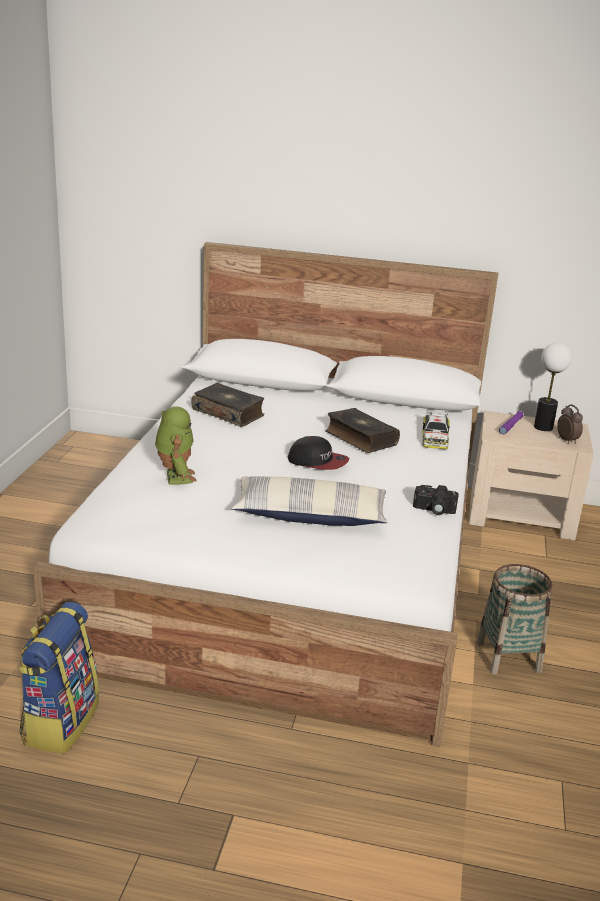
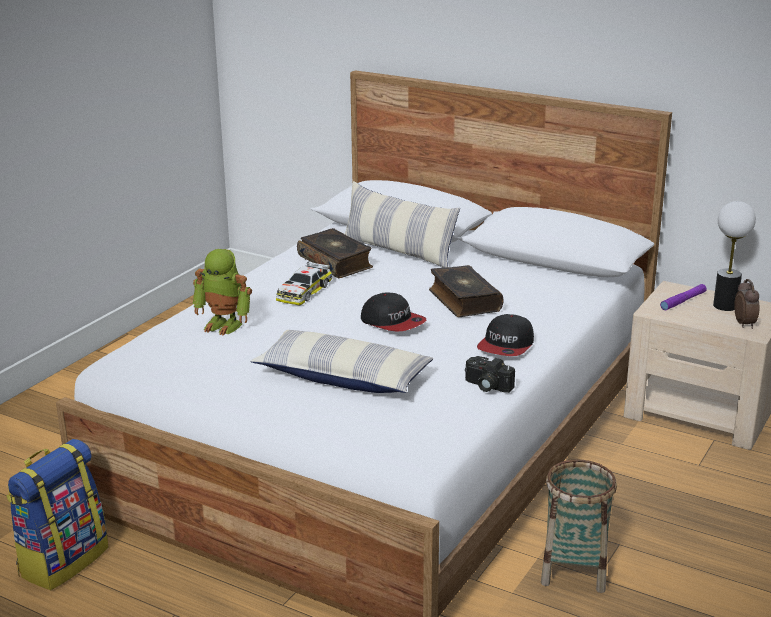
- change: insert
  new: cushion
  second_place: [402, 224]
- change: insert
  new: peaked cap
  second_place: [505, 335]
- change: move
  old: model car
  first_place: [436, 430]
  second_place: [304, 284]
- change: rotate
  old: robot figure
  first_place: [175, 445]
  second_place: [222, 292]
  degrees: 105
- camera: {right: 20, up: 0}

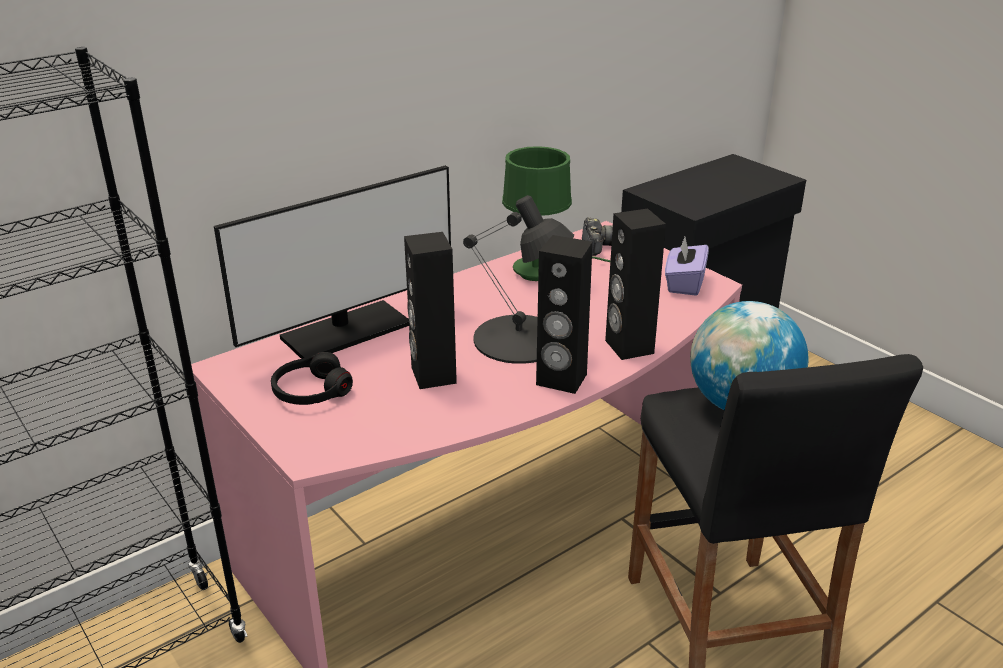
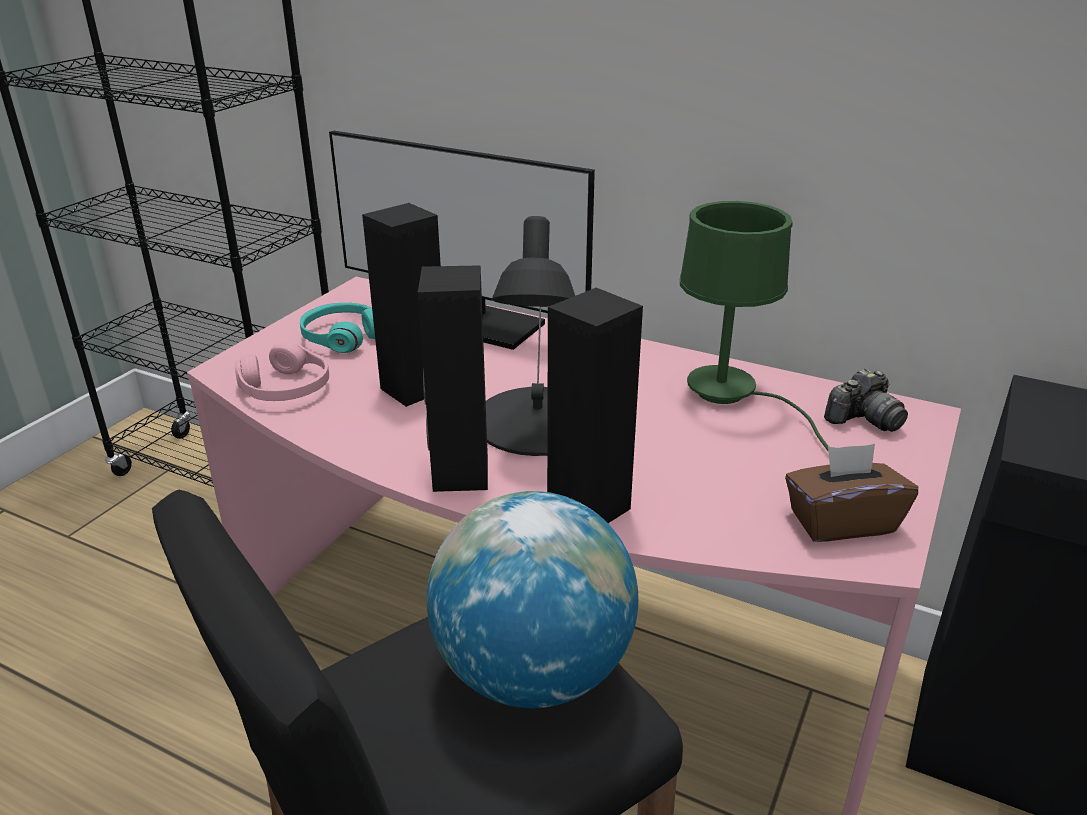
- change: insert
  new: pink-coloured pair of headphones
  second_place: [281, 371]
- change: recolor
  old: black pair of headphones
  new: blue-green pair of headphones
  first_place: [312, 378]
  second_place: [337, 328]
- change: recolor
  old: purplish tissue holder
  new: brown tissue holder
  first_place: [687, 266]
  second_place: [852, 493]
- camera: {right: 65, up: 0}

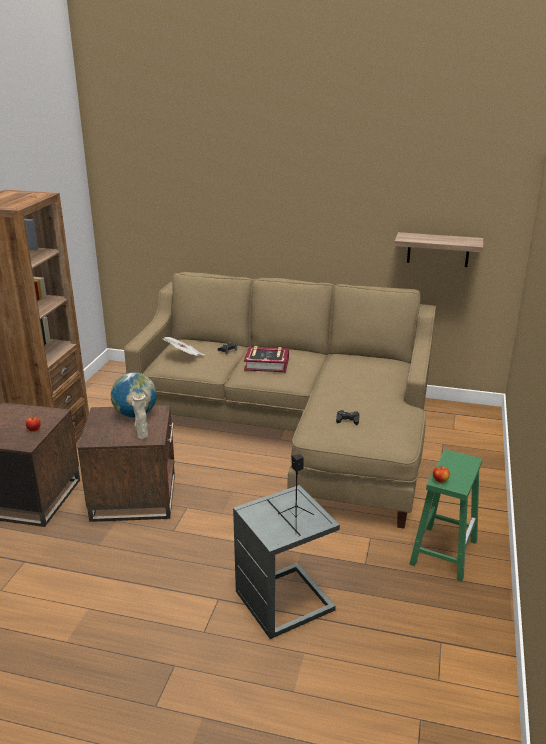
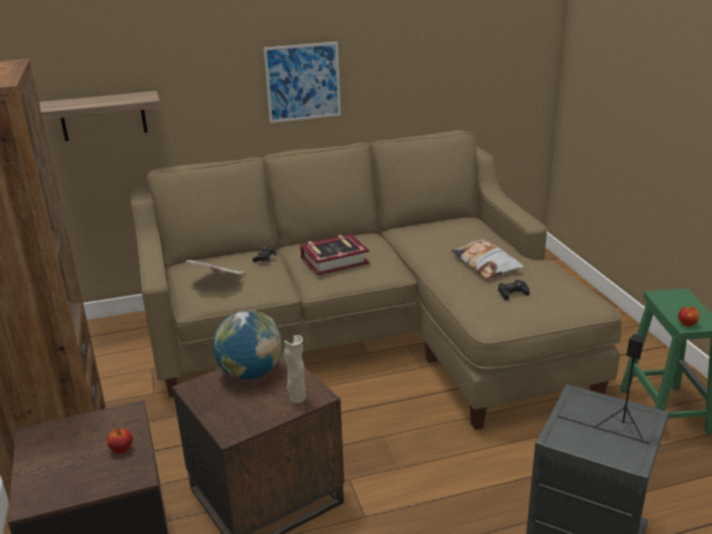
- change: insert
  new: picture
  second_place: [302, 82]
- change: insert
  new: cushion
  second_place: [487, 259]
- change: move
  old: shelf
  first_place: [438, 249]
  second_place: [100, 116]
- camera: {right: -30, up: 0}

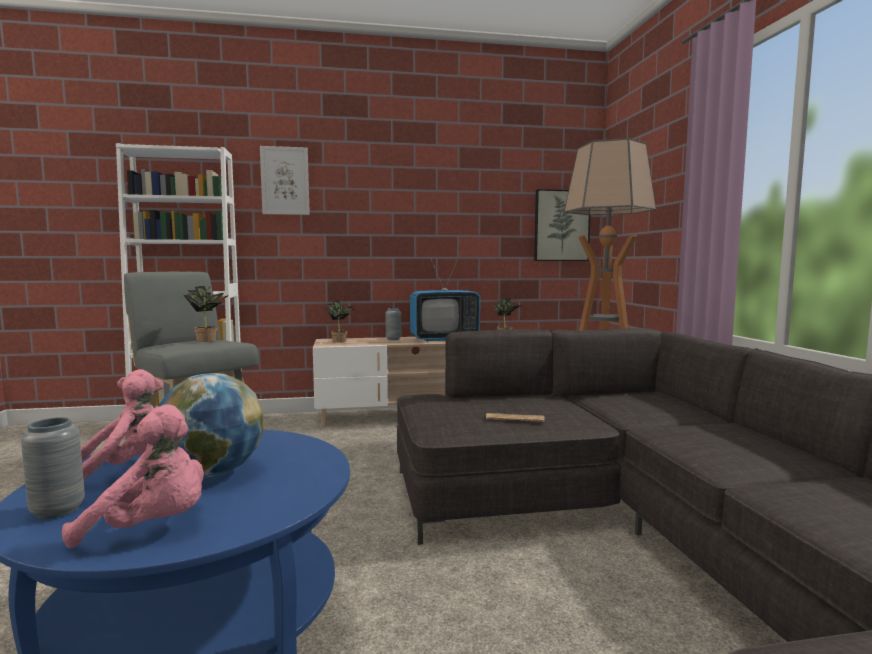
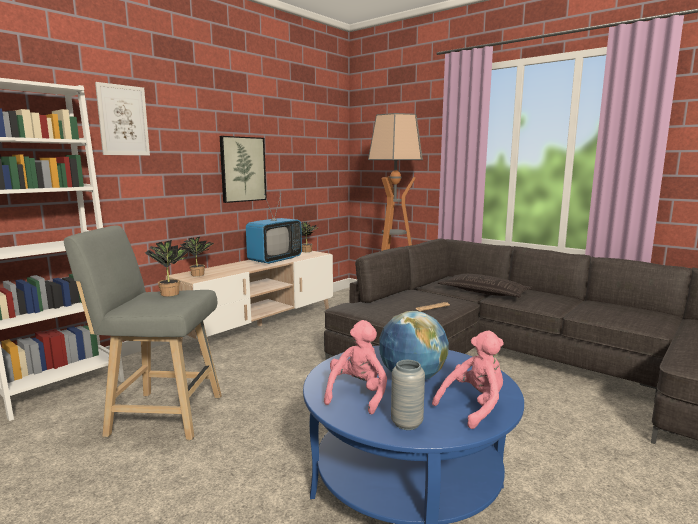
- change: delete
  old: greyish decorative vase
  first_place: [393, 324]
- change: insert
  new: cushion
  second_place: [485, 285]
- change: move
  old: picture
  first_place: [562, 225]
  second_place: [243, 169]
- camera: {right: -40, up: 5}

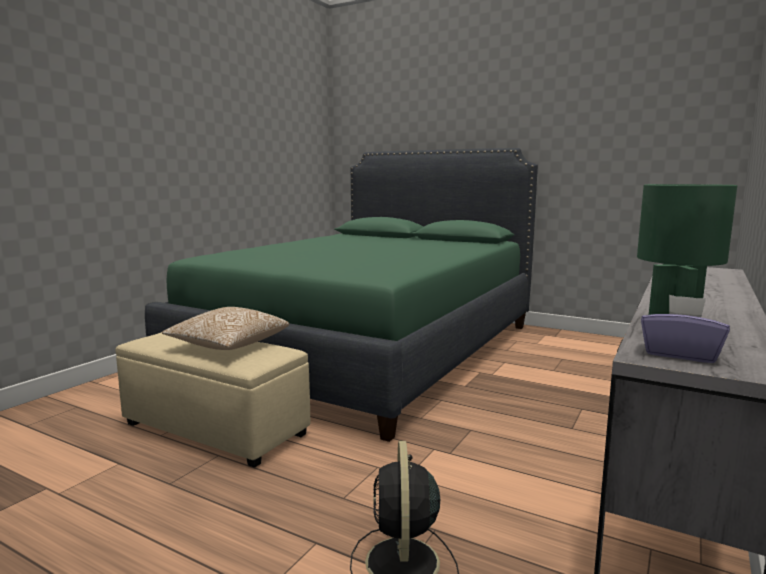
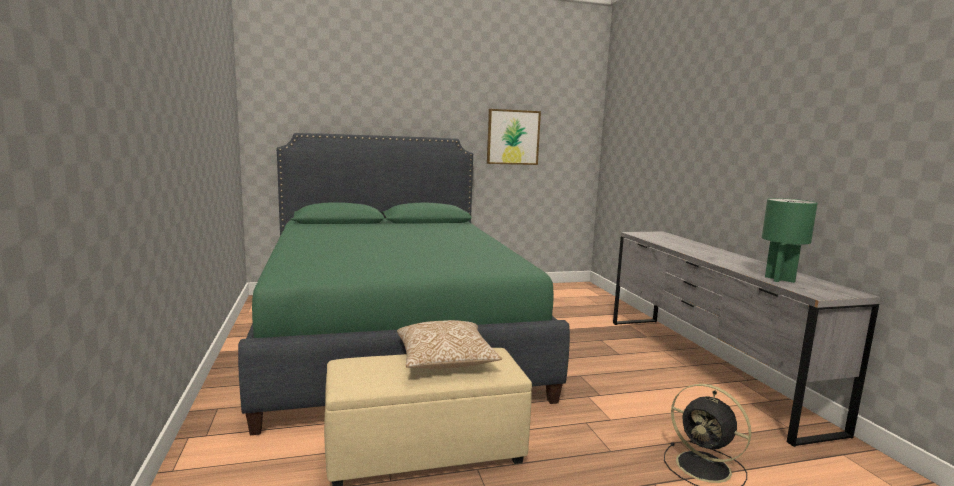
- change: delete
  old: purplish tissue holder
  first_place: [685, 329]
- change: insert
  new: picture
  second_place: [514, 137]
- camera: {right: -45, up: 0}

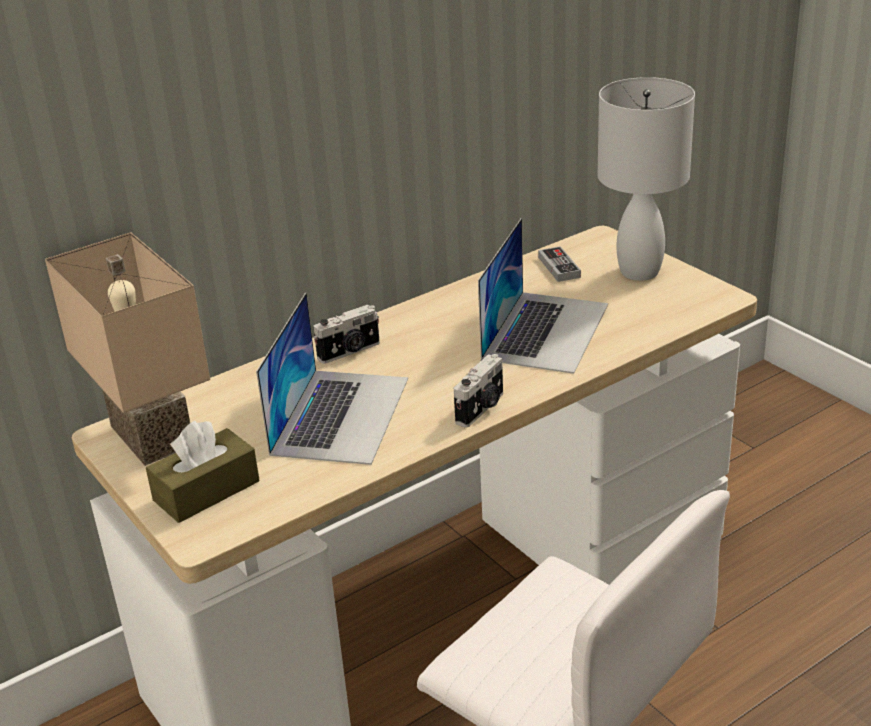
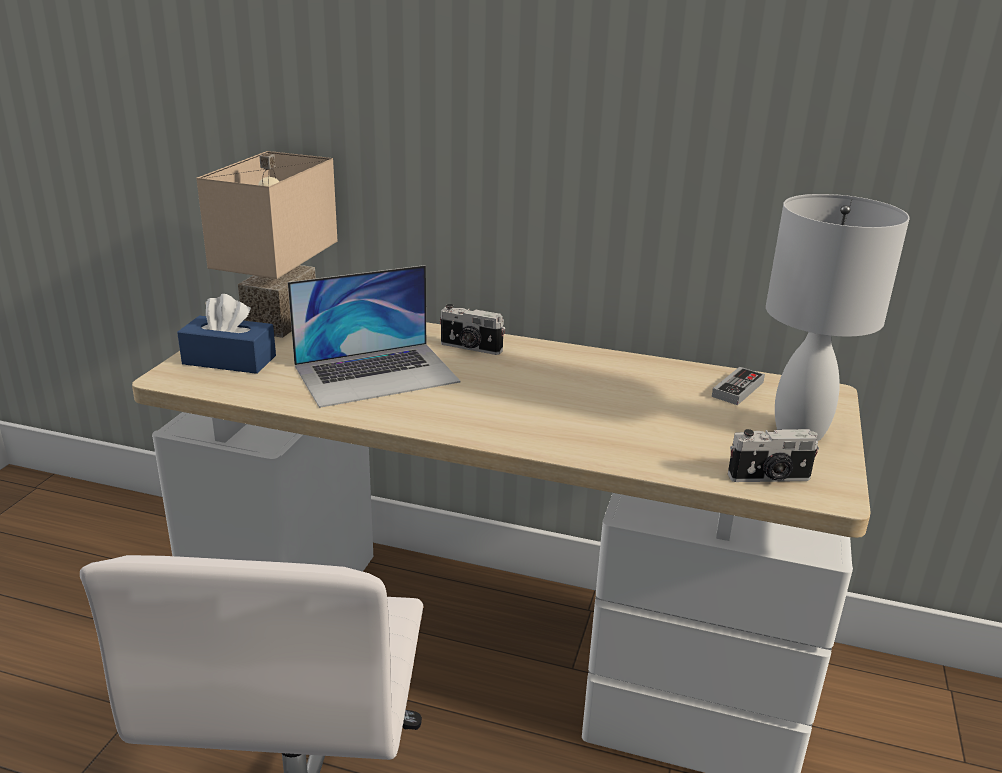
- change: delete
  old: notebook computer
  first_place: [543, 296]
- change: move
  old: still camera
  first_place: [478, 391]
  second_place: [773, 455]
- change: recolor
  old: brown tissue holder
  new: blue-coloured tissue holder
  first_place: [203, 472]
  second_place: [226, 334]
- camera: {right: 50, up: -5}

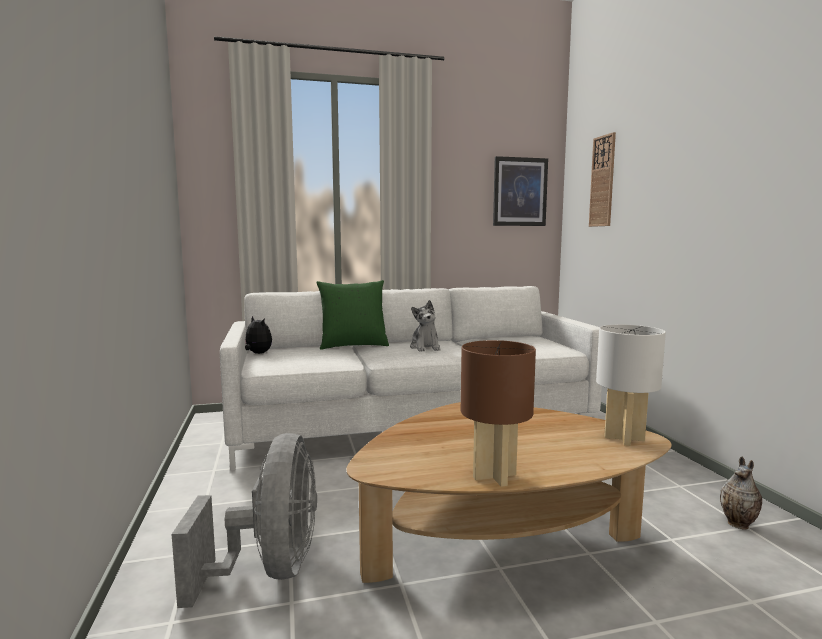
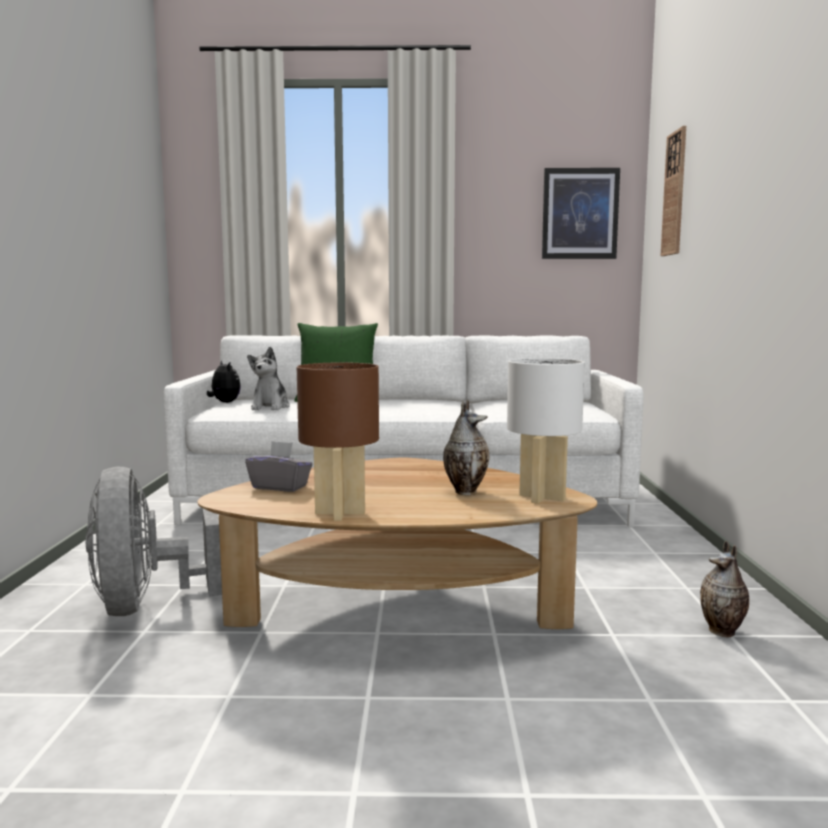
- change: insert
  new: greyish tissue holder
  second_place: [279, 466]
- change: insert
  new: decorative vase
  second_place: [466, 447]
- change: move
  old: cuddly toy
  first_place: [425, 325]
  second_place: [268, 378]
- change: rotate
  old: greyish fan
  first_place: [244, 520]
  second_place: [154, 541]
  degrees: 150
- camera: {right: 15, up: 0}

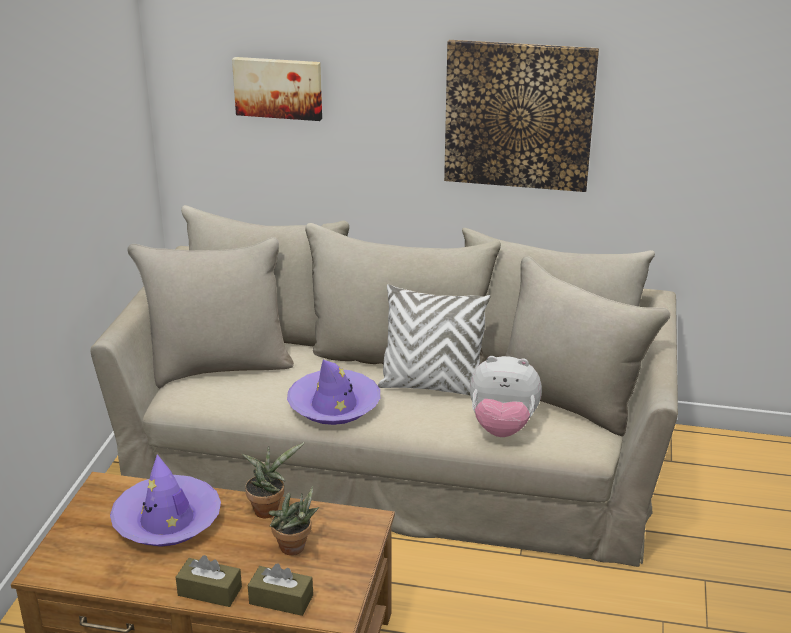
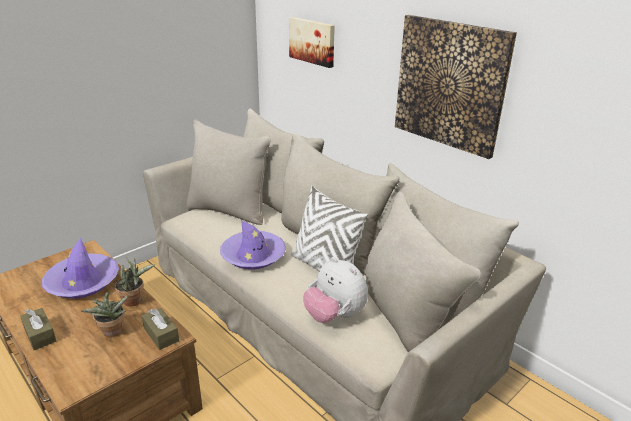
- change: move
  old: brown tissue holder
  first_place: [280, 590]
  second_place: [160, 329]
- camera: {right: 35, up: 0}

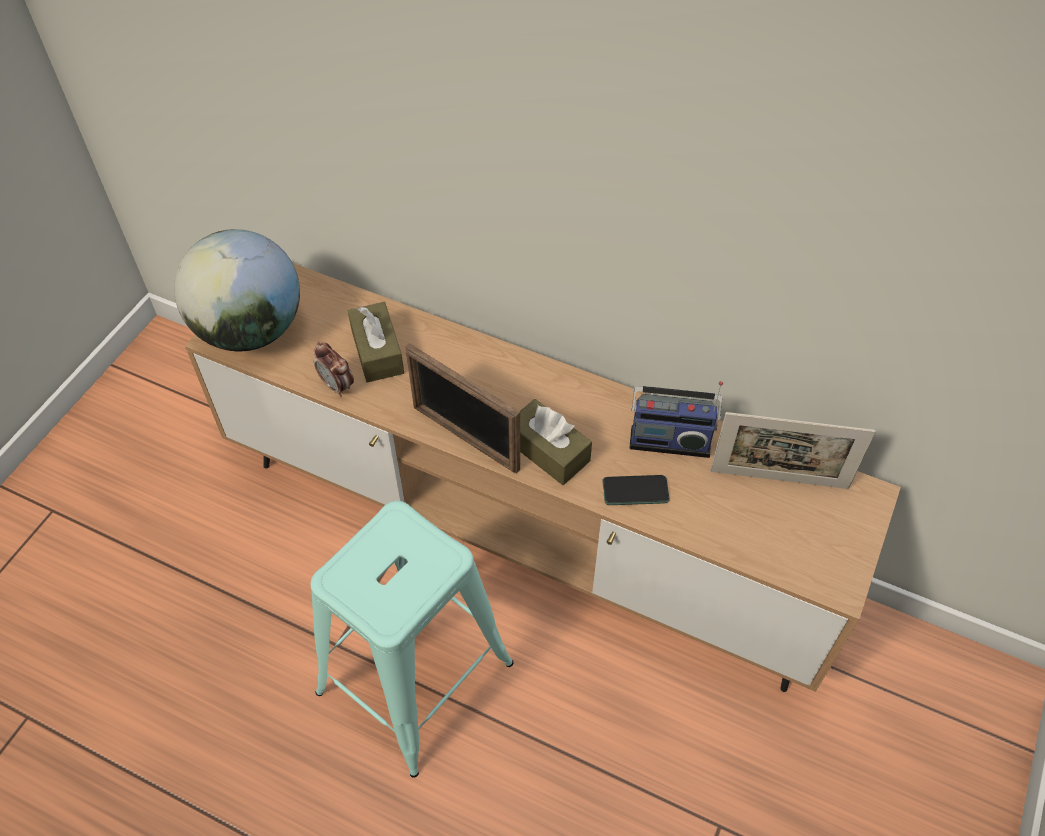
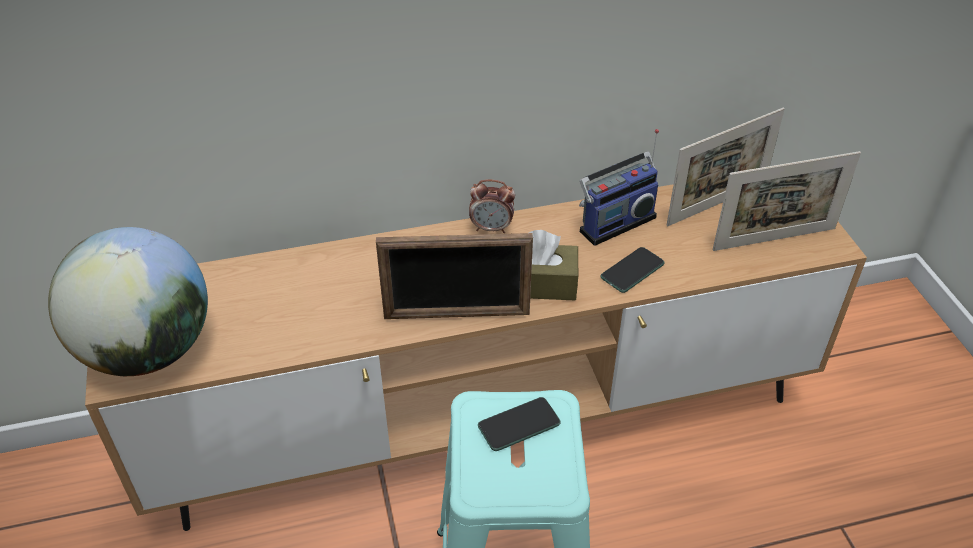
- change: delete
  old: brown tissue holder
  first_place: [376, 342]
- change: insert
  new: phone
  second_place: [519, 424]
- change: insert
  new: picture frame
  second_place: [787, 201]
- change: move
  old: alarm clock
  first_place: [334, 369]
  second_place: [492, 206]
- camera: {right: -40, up: -10}

